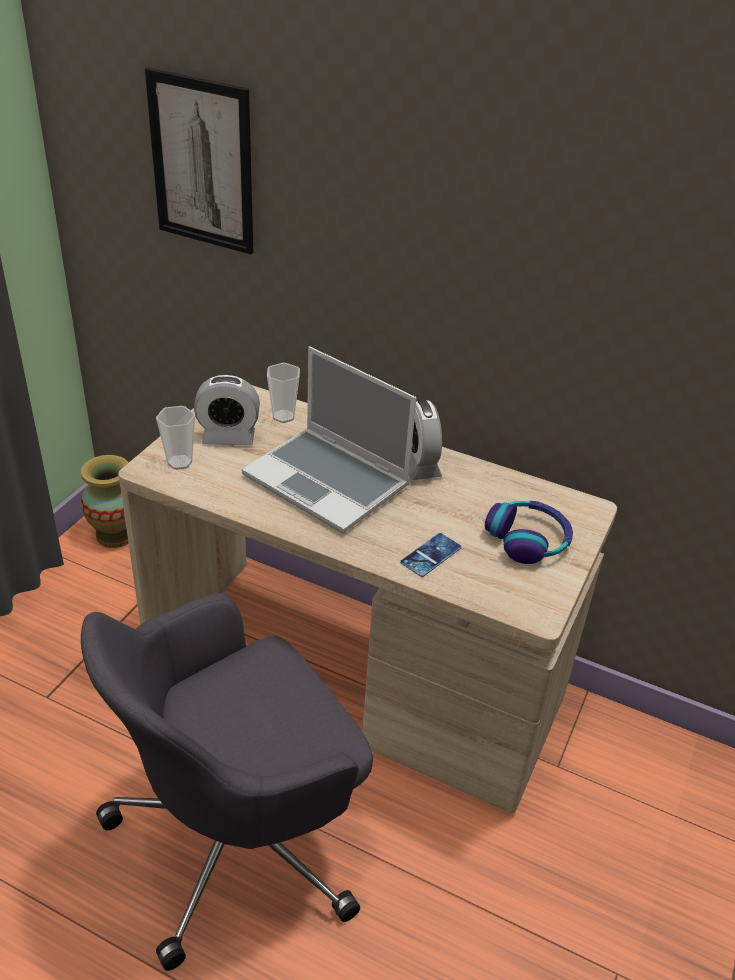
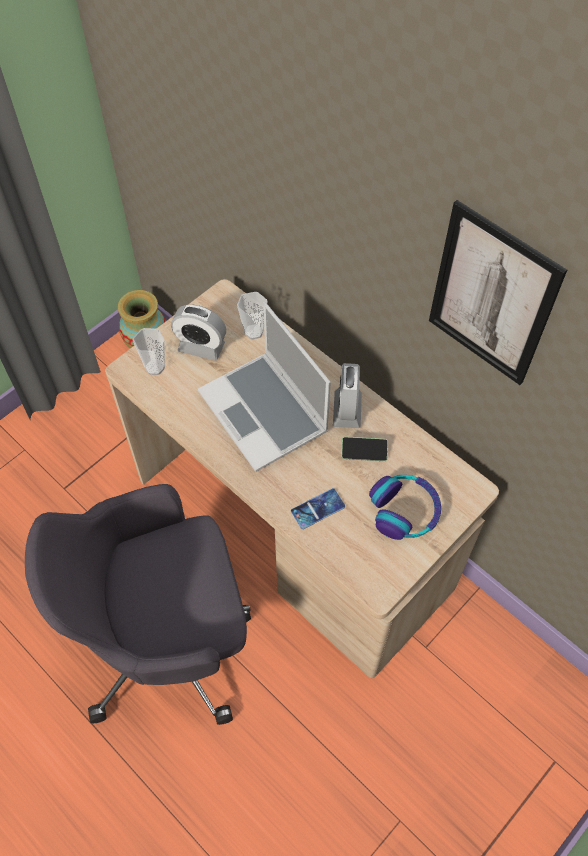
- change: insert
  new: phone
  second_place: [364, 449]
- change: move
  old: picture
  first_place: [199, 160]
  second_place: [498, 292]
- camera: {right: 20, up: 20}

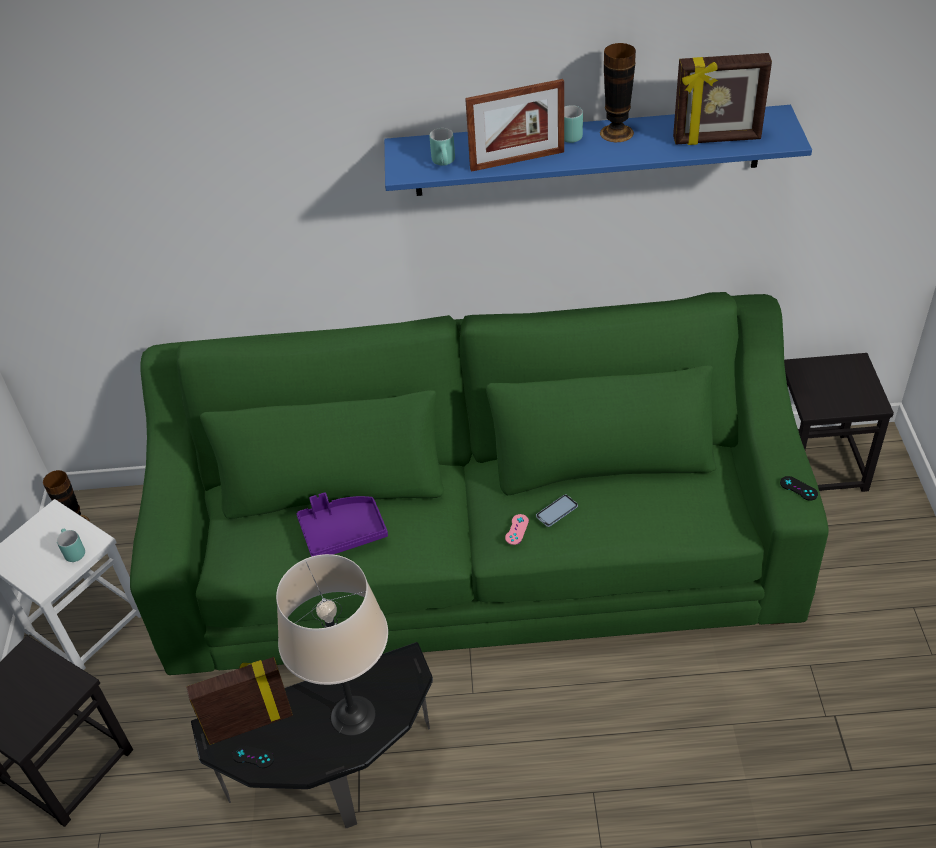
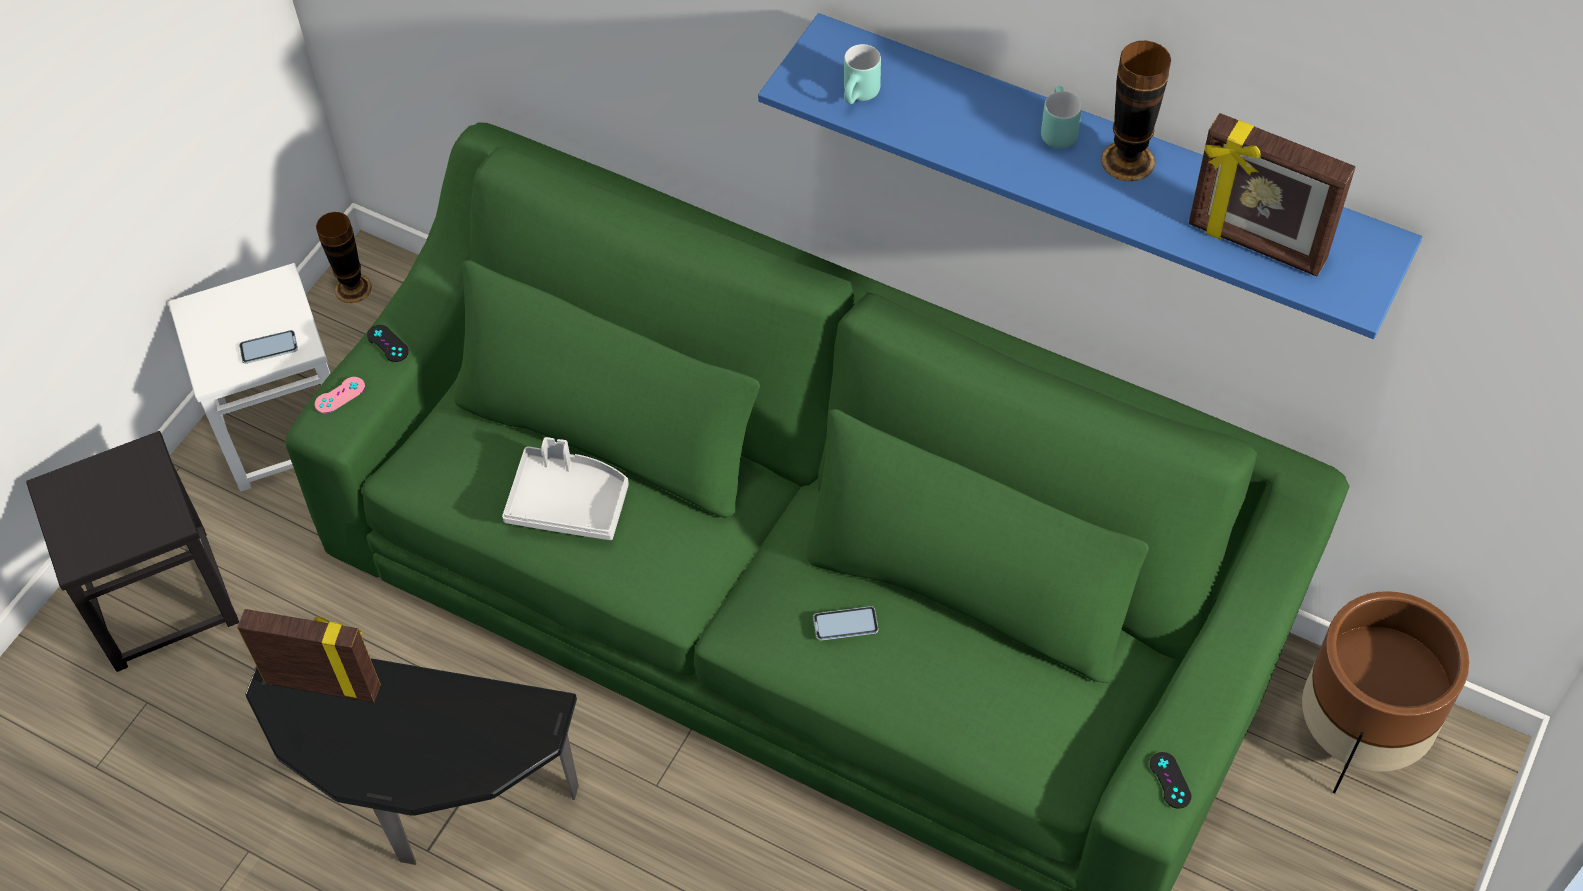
- change: delete
  old: beige-coloured table lamp
  first_place: [332, 645]
- change: delete
  old: picture frame
  first_place: [514, 125]
- change: move
  old: black gamepad
  first_place: [253, 756]
  second_place: [388, 343]
- change: move
  old: pink-coloured gamepad
  first_place: [517, 529]
  second_place: [340, 395]
- change: replace
  old: blue-green tea mug
  new: phone
  first_place: [71, 545]
  second_place: [268, 347]
- change: replace
  old: black stool
  new: brown flower pot
  first_place: [839, 422]
  second_place: [1385, 692]
- change: recolor
  old: purplish serving tray
  new: greyish serving tray
  first_place: [342, 524]
  second_place: [565, 488]
- camera: {right: 30, up: 10}

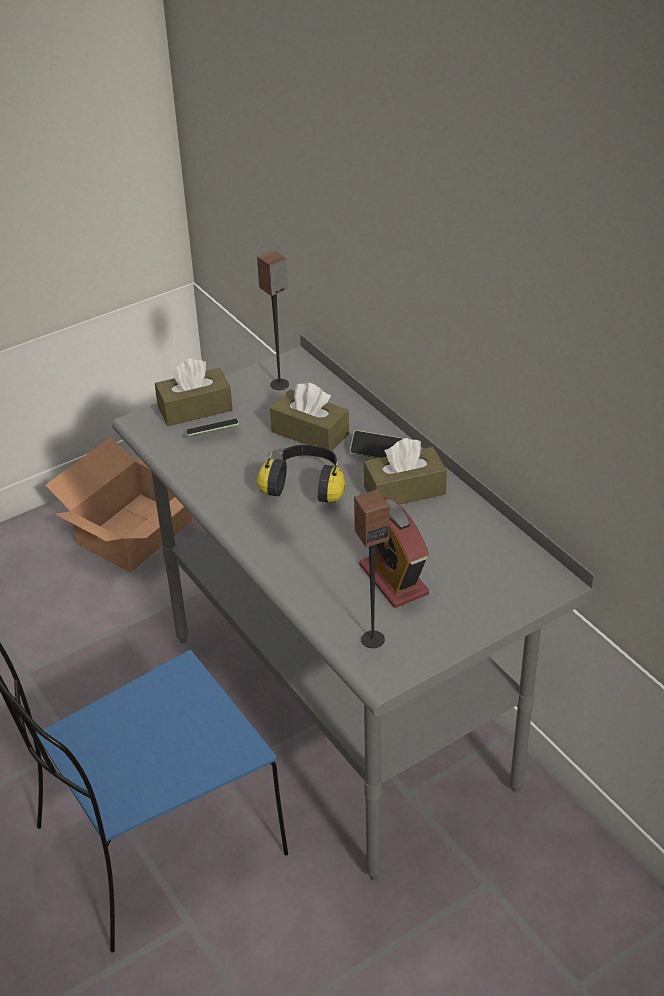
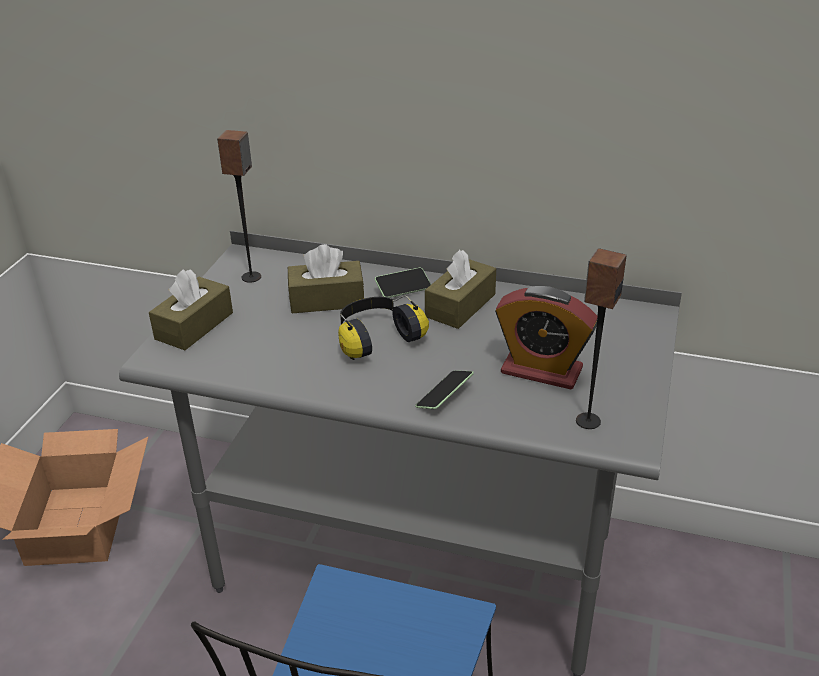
- change: move
  old: phone
  first_place: [212, 427]
  second_place: [444, 389]
- camera: {right: -40, up: -5}

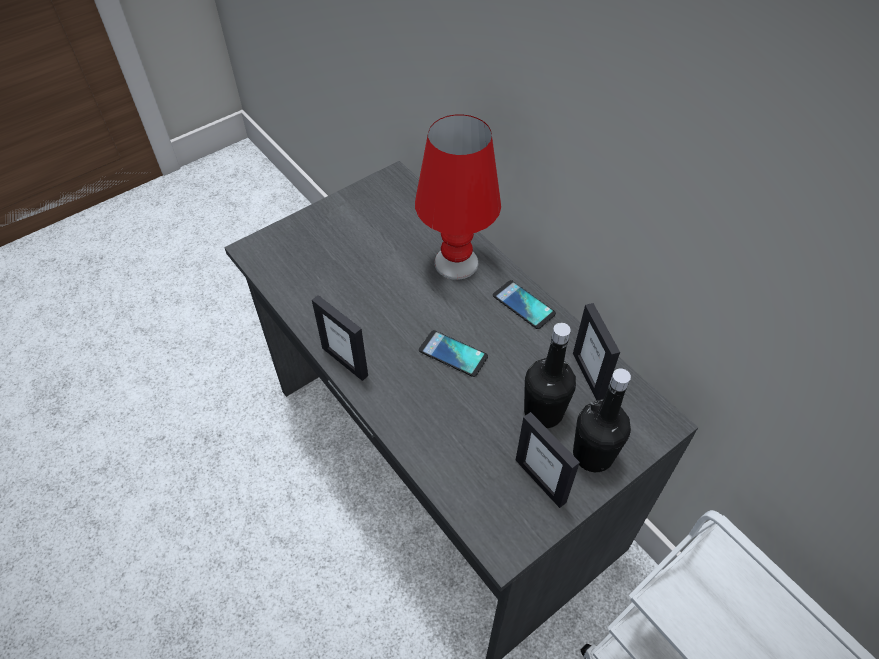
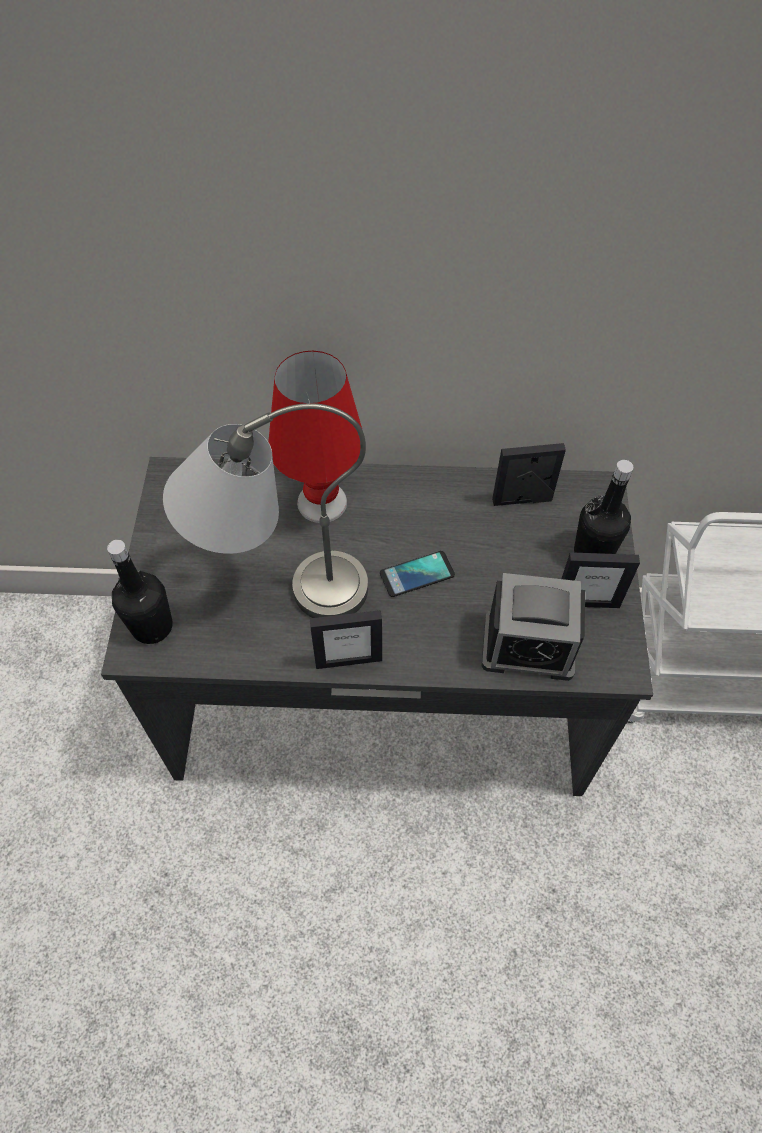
- change: delete
  old: phone
  first_place: [524, 304]
- change: insert
  new: greyish table lamp
  second_place: [265, 510]
- change: insert
  new: alarm clock
  second_place: [533, 627]
- change: move
  old: black beverage bottle
  first_place: [550, 375]
  second_place: [140, 592]
- change: rotate
  old: picture frame
  first_place: [596, 352]
  second_place: [529, 474]
  degrees: 150
- camera: {right: -50, up: 5}

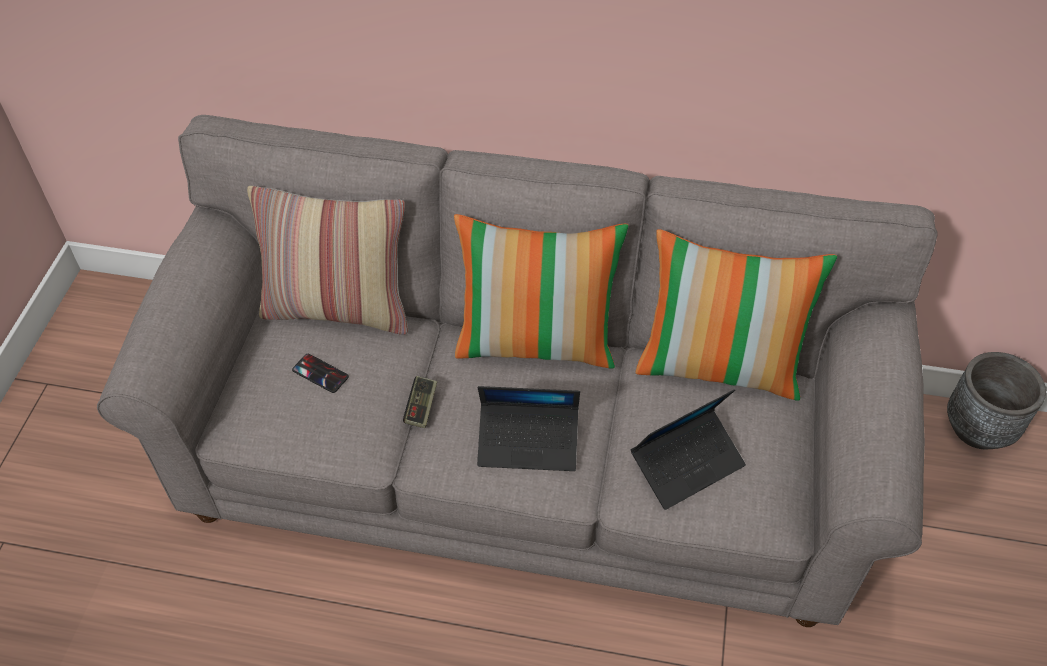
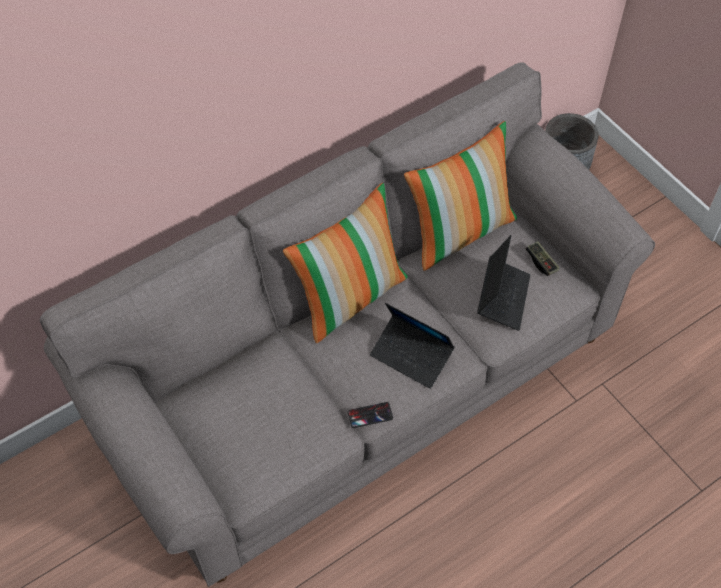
- change: delete
  old: cushion
  first_place: [328, 260]
- change: move
  old: phone
  first_place: [320, 373]
  second_place: [370, 415]
- change: move
  old: gamepad
  first_place: [420, 402]
  second_place: [543, 258]
- change: rotate
  old: notebook computer
  first_place: [528, 428]
  second_place: [412, 346]
  degrees: 75
- camera: {right: -45, up: 5}

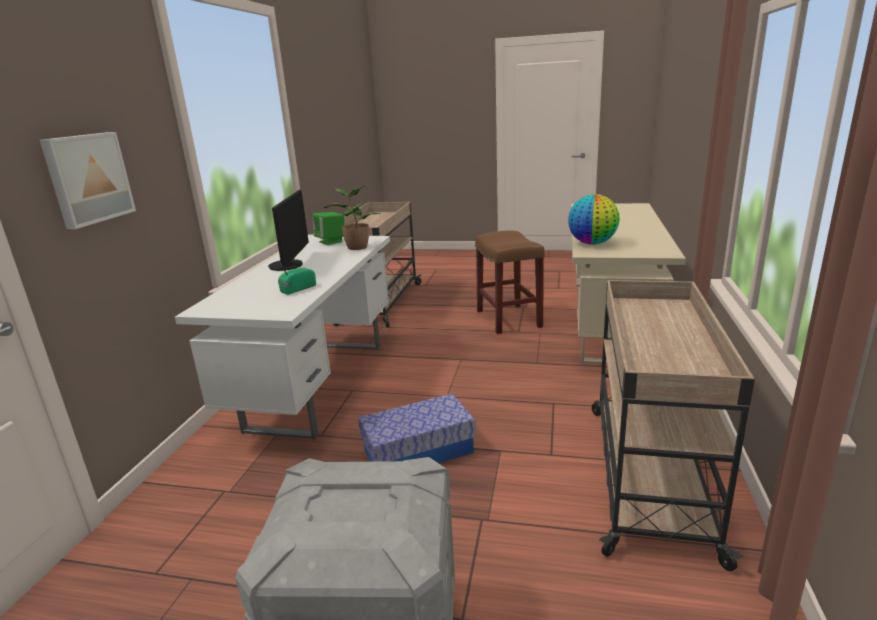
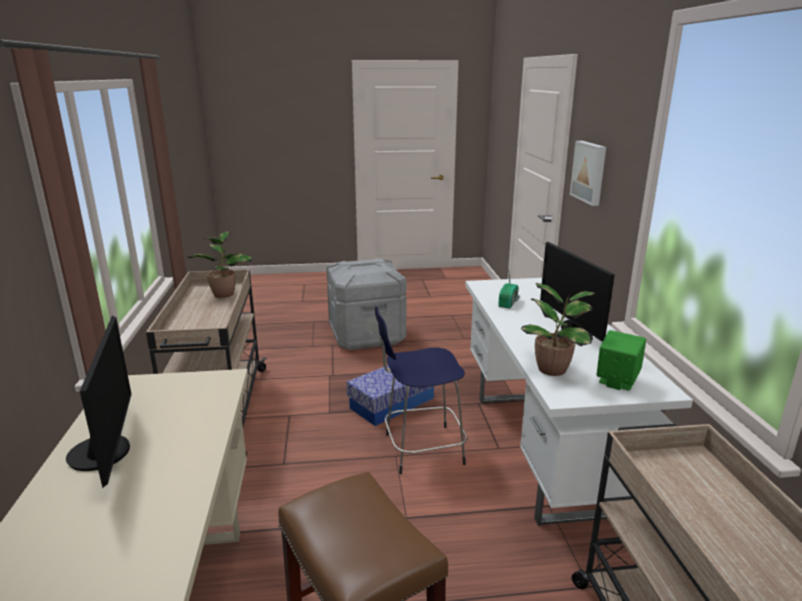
- change: delete
  old: desk globe
  first_place: [594, 219]
- change: insert
  new: computer display
  second_place: [98, 402]
- change: insert
  new: plant in a pot
  second_place: [219, 264]
- change: insert
  new: blue-coloured stool
  second_place: [421, 390]
- camera: {right: 160, up: 0}

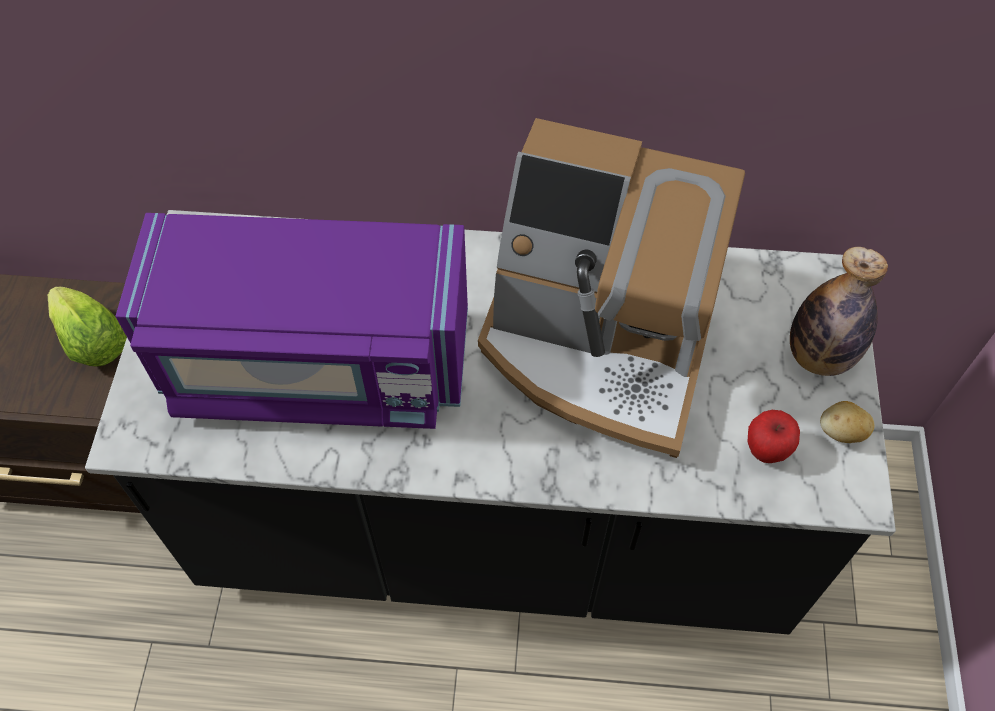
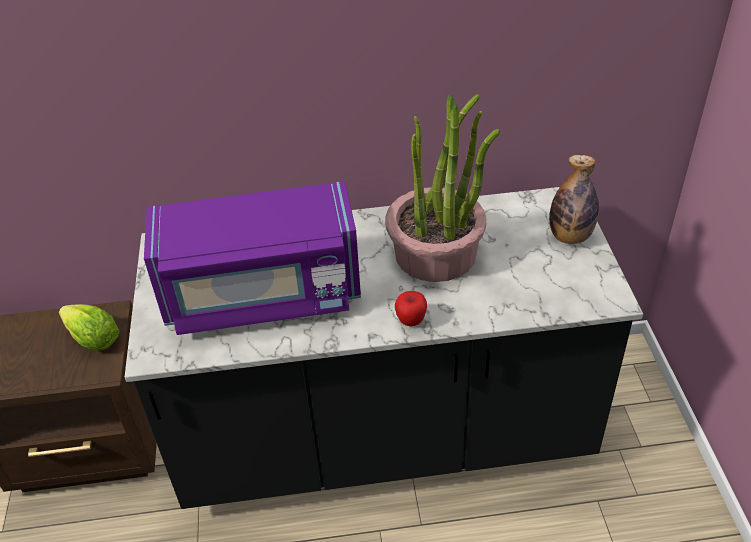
- change: delete
  old: spud
  first_place: [847, 422]
- change: move
  old: apple fruit
  first_place: [774, 436]
  second_place: [411, 308]
- change: replace
  old: coffee brewer
  new: plant in a pot
  first_place: [611, 288]
  second_place: [442, 188]
- camera: {right: -10, up: -15}

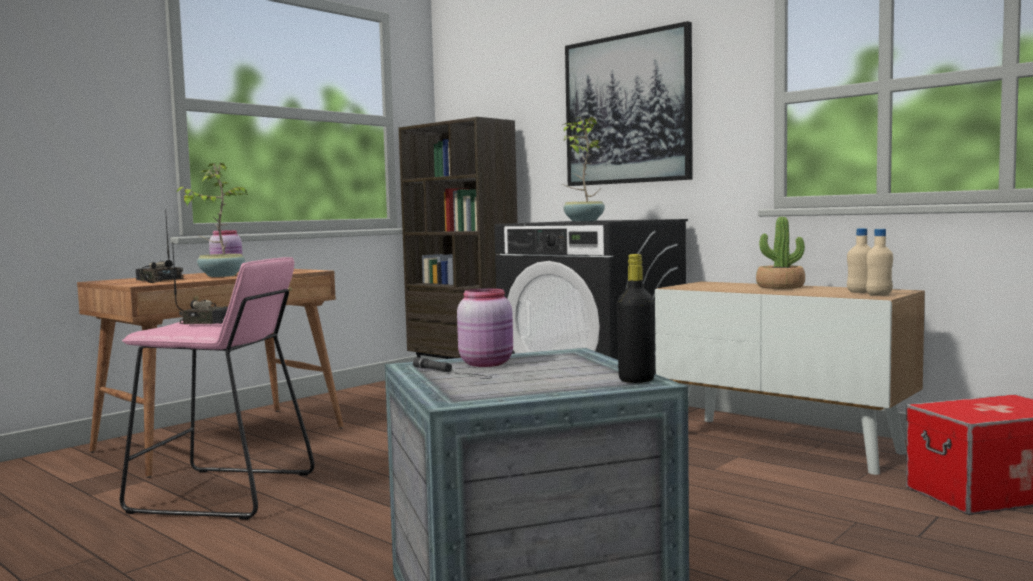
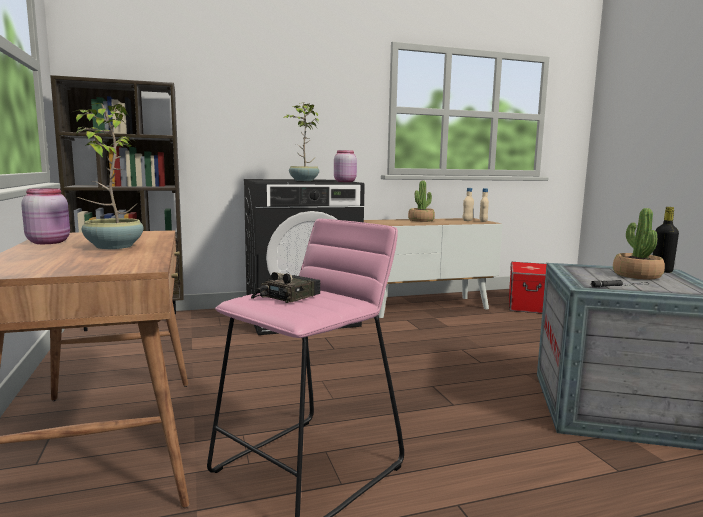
- change: delete
  old: radio receiver
  first_place: [159, 246]
- change: delete
  old: picture
  first_place: [629, 103]
- change: insert
  new: plant in a pot
  second_place: [639, 244]
- change: move
  old: pink-coloured preserve jar
  first_place: [485, 327]
  second_place: [345, 166]
- camera: {right: -60, up: 5}

